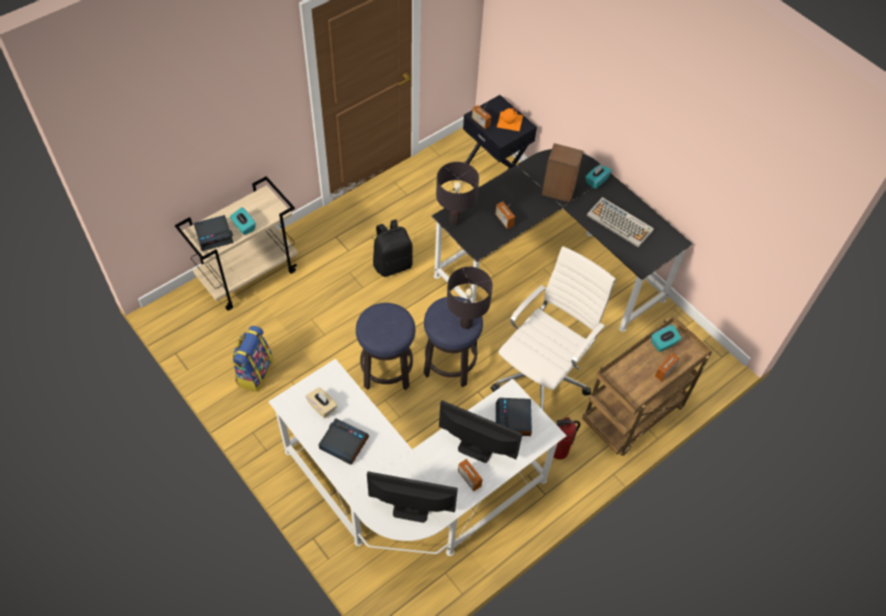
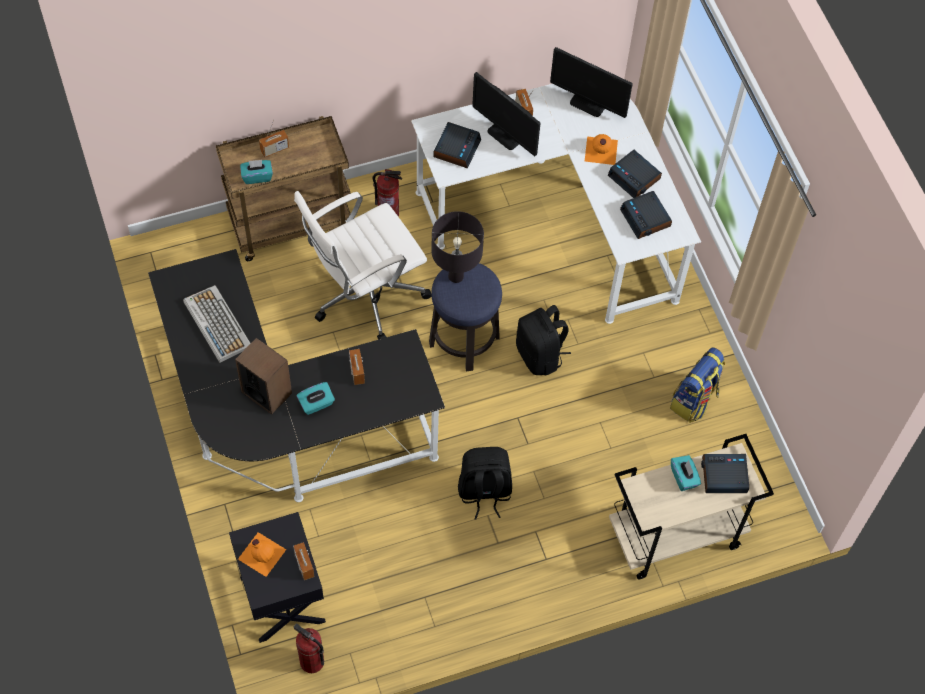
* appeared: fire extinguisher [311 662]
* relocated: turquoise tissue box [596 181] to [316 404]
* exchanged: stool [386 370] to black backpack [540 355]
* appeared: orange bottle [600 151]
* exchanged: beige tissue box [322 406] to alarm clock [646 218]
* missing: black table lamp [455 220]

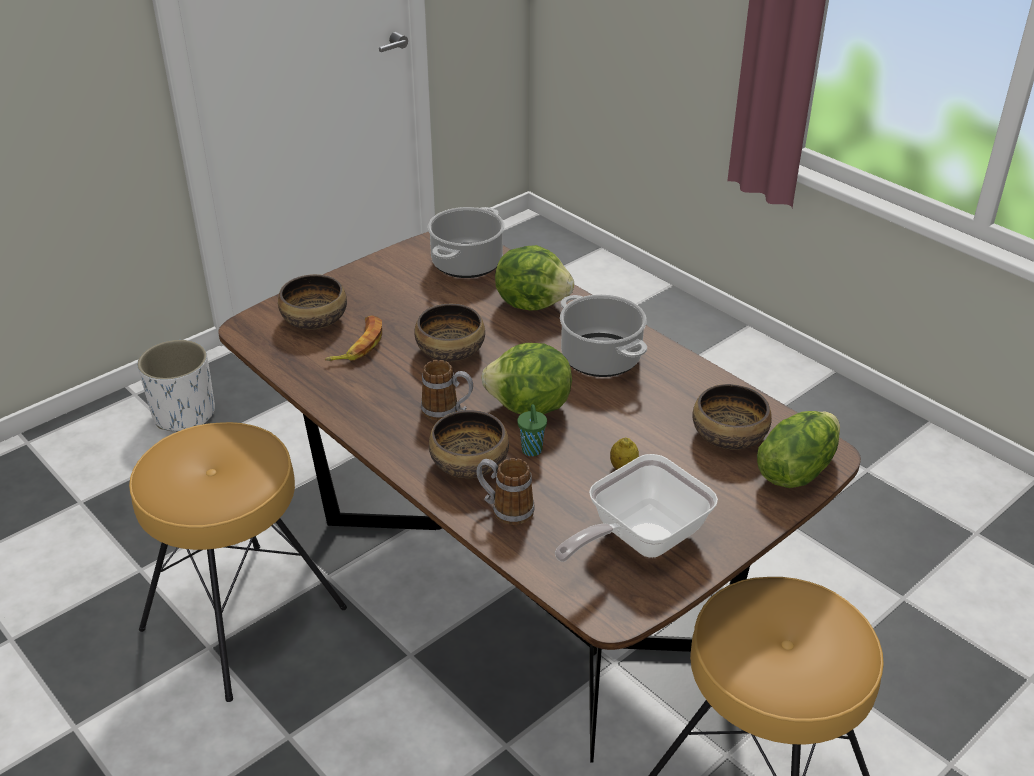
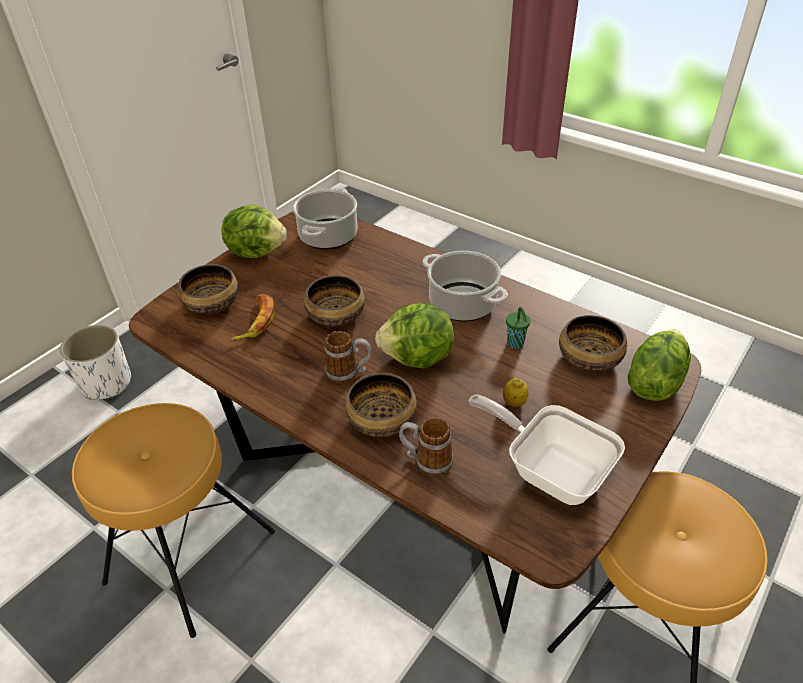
* relocated: lettuce [532 303] to [257 251]
* spun: frying pan [638 539] = [550 470] 90 degrees clockwise
* relocated: green cup [532 451] to [516 344]

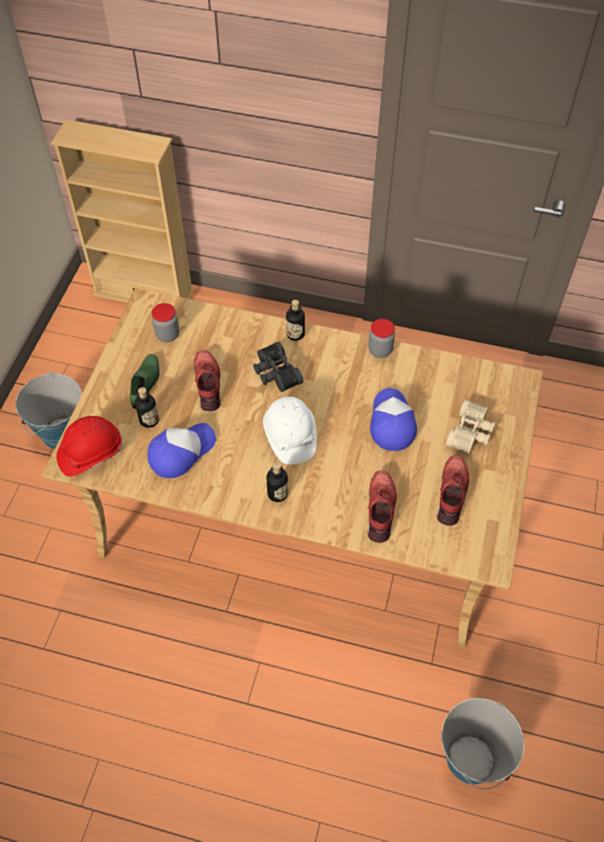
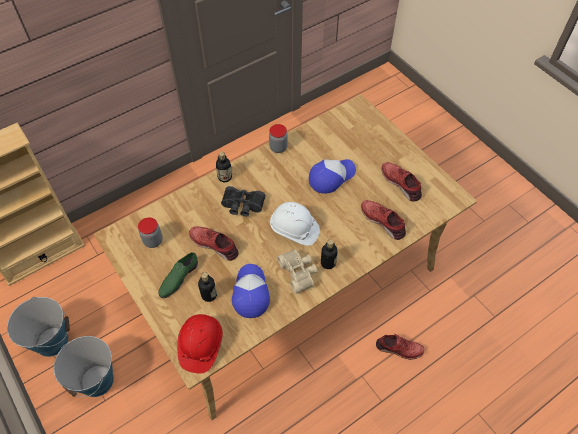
* relocated: bucket [471 758] to [52 341]
* spun: green shoe [146 383] = [178 278] 105 degrees counterclockwise
* relocated: beige binoculars [471 433] to [299 272]
* spun: cap [391 422] = [331 177] 105 degrees clockwise
* appeared: red shoe [399 349]

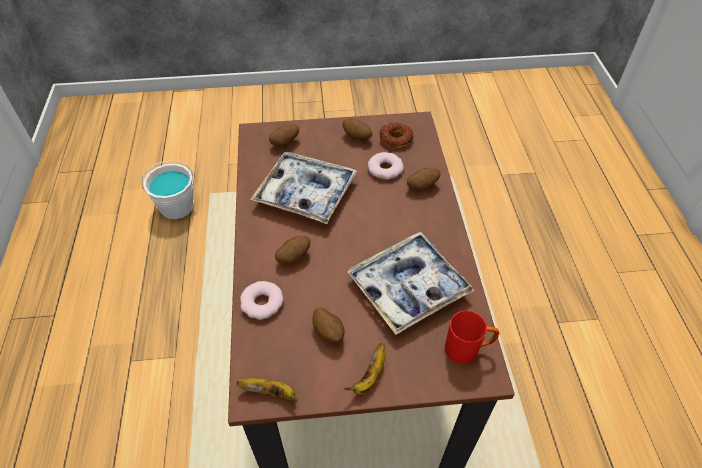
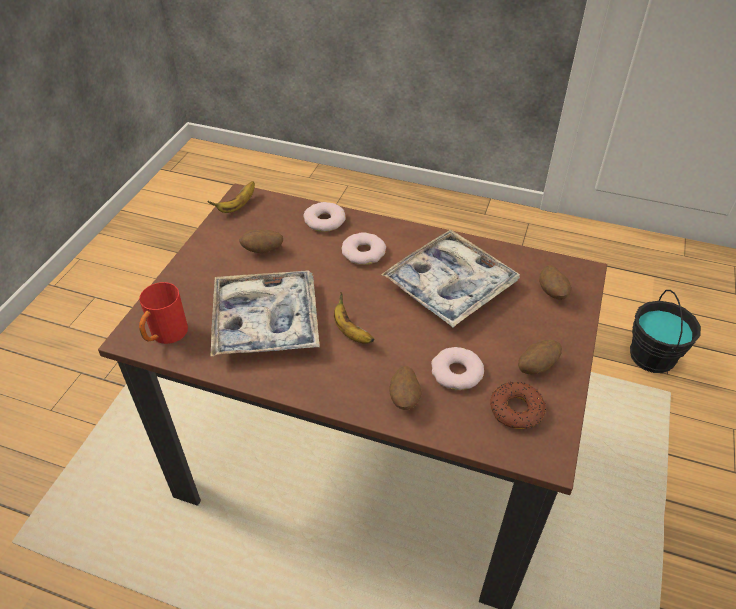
* relocated: banana [369 376] to [350 332]
* exchanged: potato [293 256] to donut [363 252]
* colour: white bucket [177 207] to black bucket [651 356]

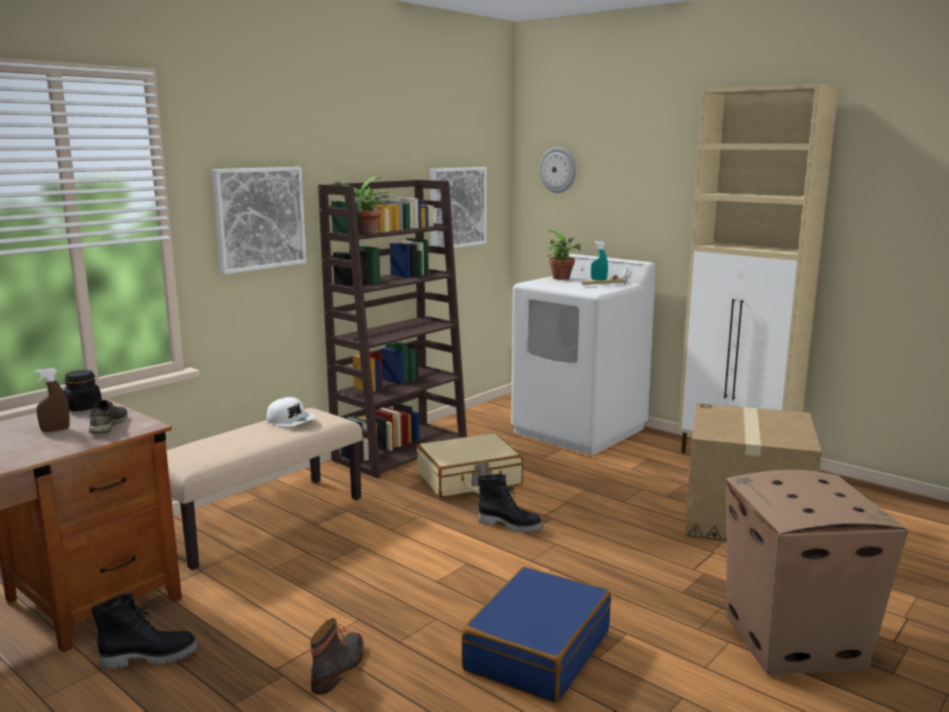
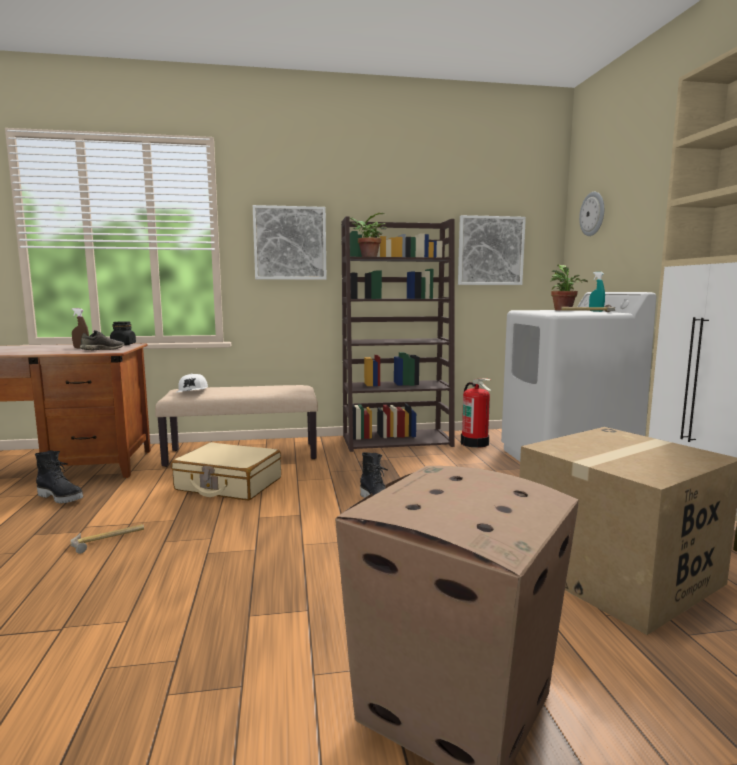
* exchanged: boot [339 667] to hammer [108 540]
* relocated: beige suitcase [469 479] to [228 484]
* relocated: white cap [291 421] to [193 391]
* appeared: fire extinguisher [475 443]
* missing: blue suitcase [537 650]

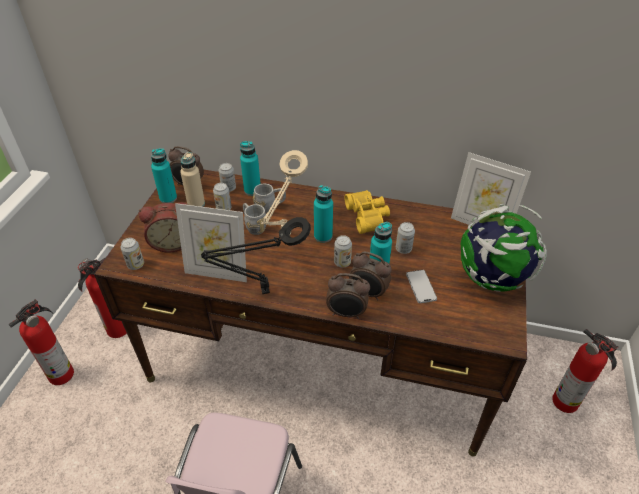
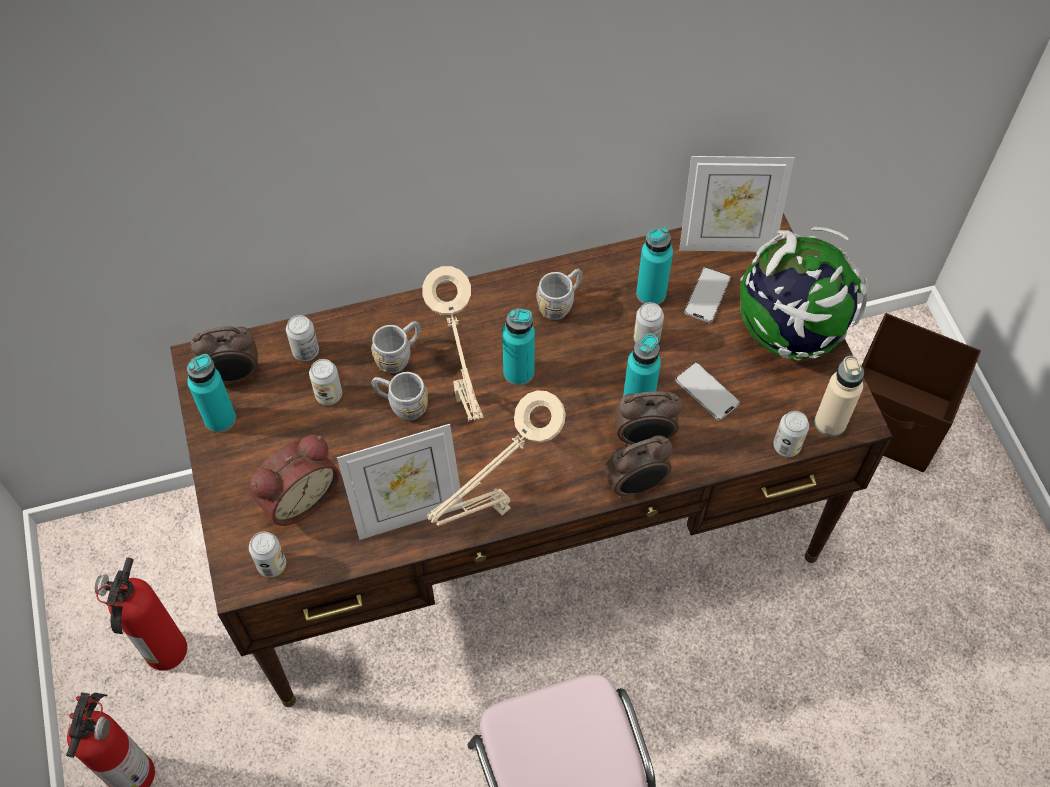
* colour: black table lamp [262 291] to beige table lamp [497 511]
* exchanged: yellow binoculars [368 216] to grey mug [561 303]
* relocated: turquoise bottle [252 190] to [651 293]
* appeared: phone [707 296]
* relocated: can [342 262] to [786 446]
* relocated: beige bottle [196 204] to [830 423]
* exchanged: fire extinguisher [566 403] to brown storage box [893 420]

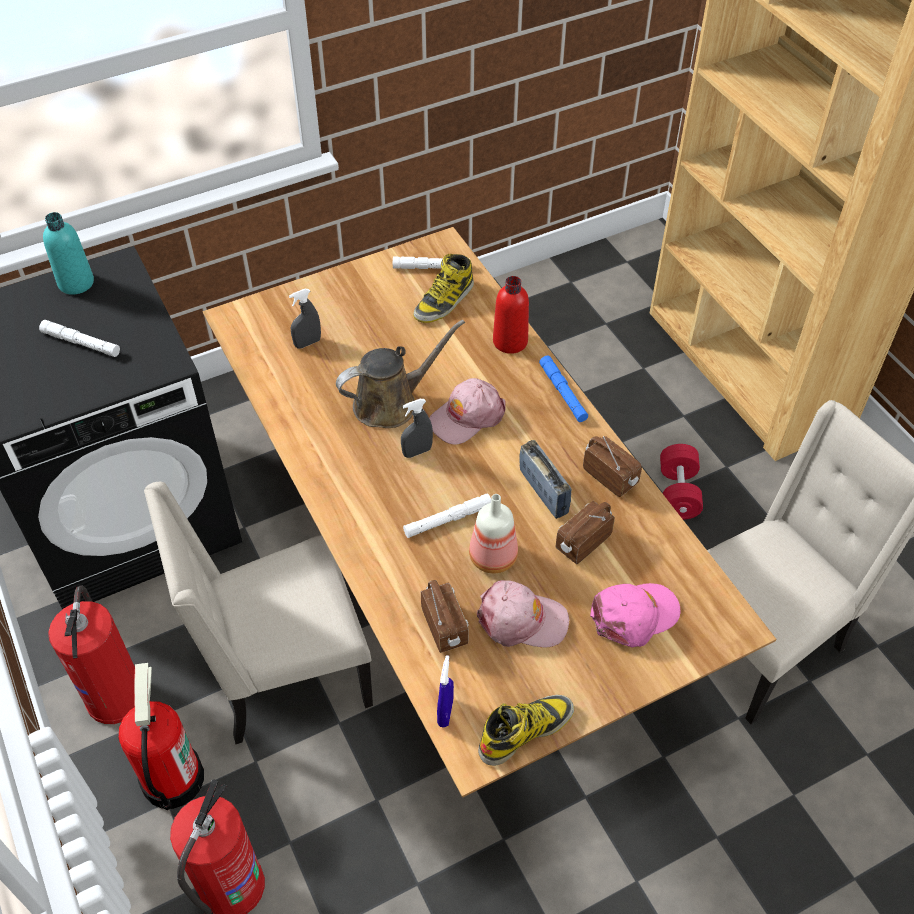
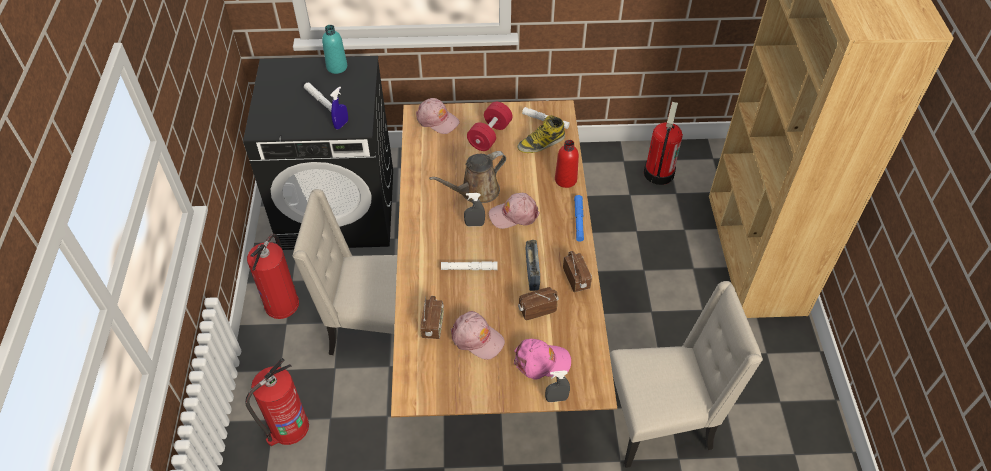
* relocated: blue spray bottle [445 712] to [341 124]
* appeared: pink cap [437 120]
* spun: brown watering can [391 403] = [476 192] 150 degrees clockwise
* relocated: red dumbbell [678 493] to [490 135]
* relocated: grey spray bottle [307 343] to [556 399]
* relocated: fire extinguisher [171 778] to [658 173]
* missing: bottle [493 558]
* missing: boot [525 731]

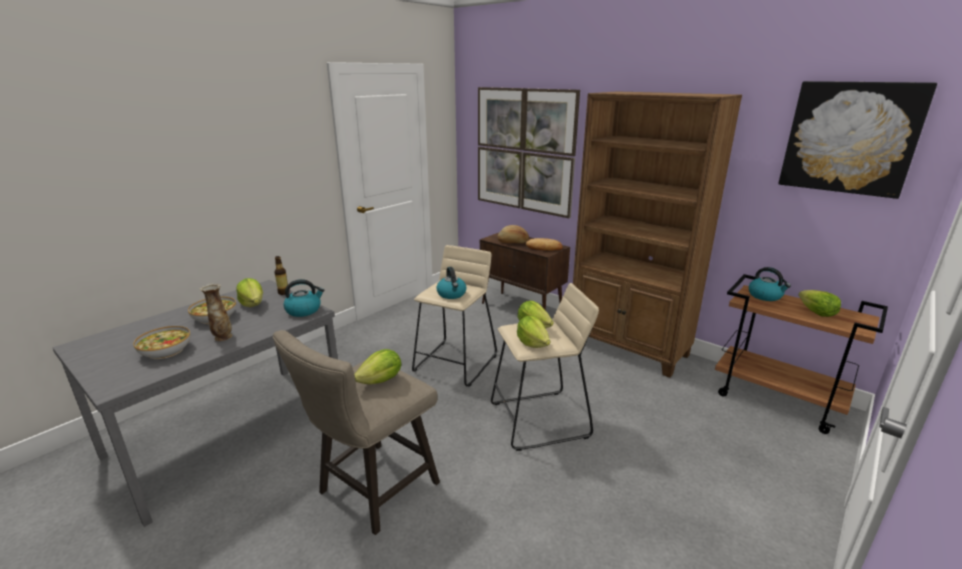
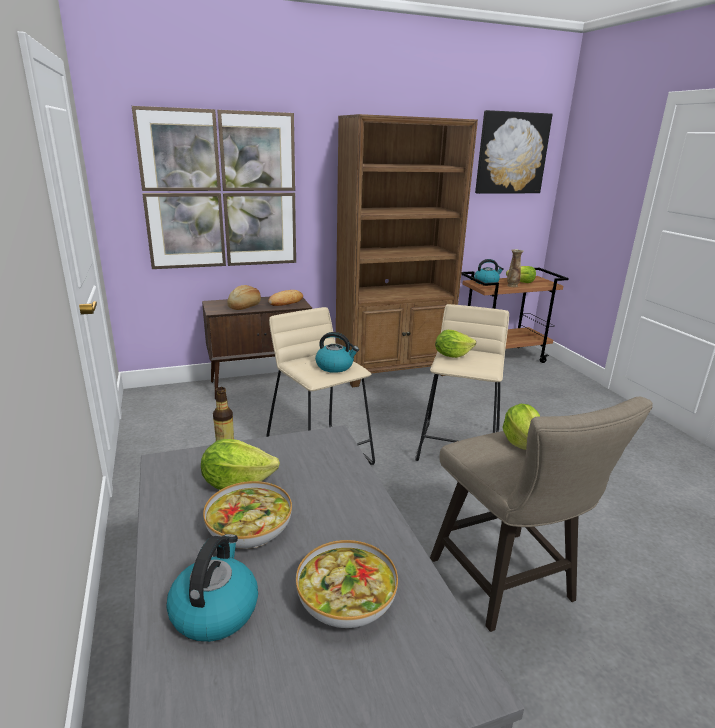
* relocated: kettle [304 310] to [215 609]
* relocated: vase [222 337] to [512 286]
* missing: lettuce [532 343]

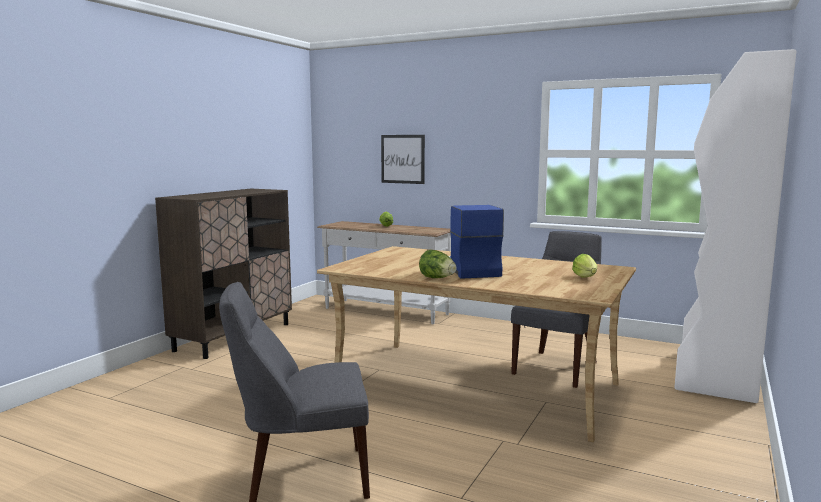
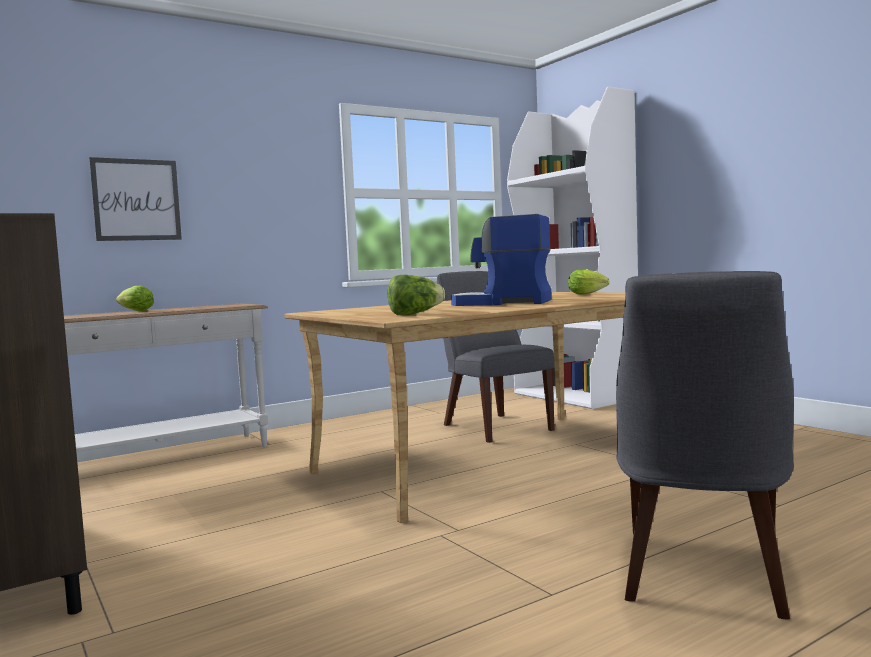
* relocated: lettuce [438 278] to [414 314]

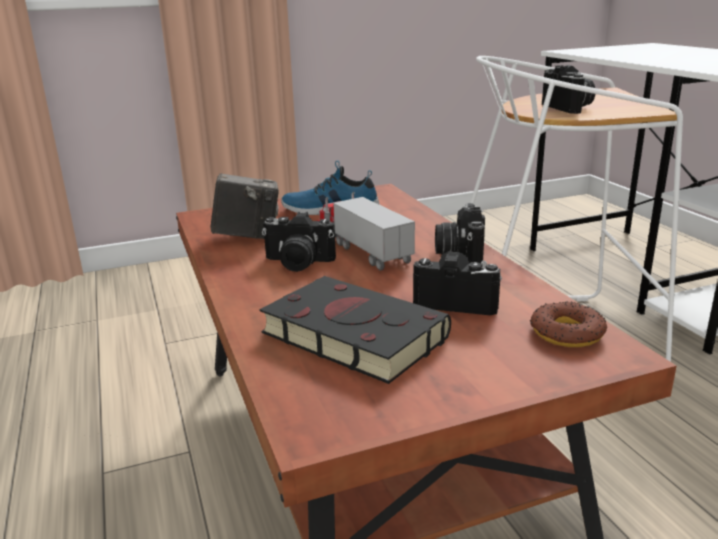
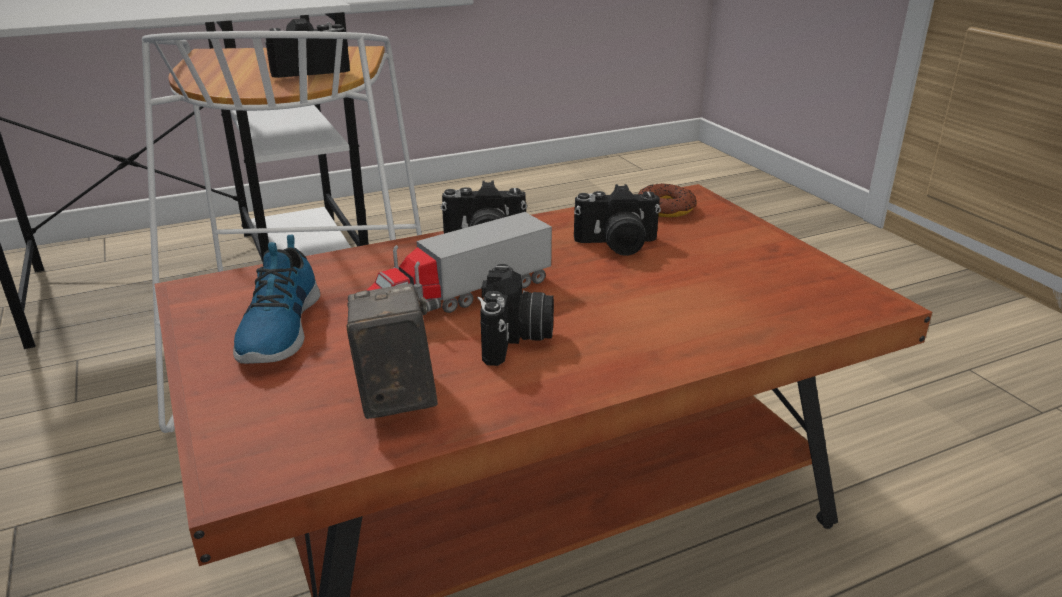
* spun: photo camera [457 302] = [617 245] 105 degrees counterclockwise
* missing: black book [349 334]

